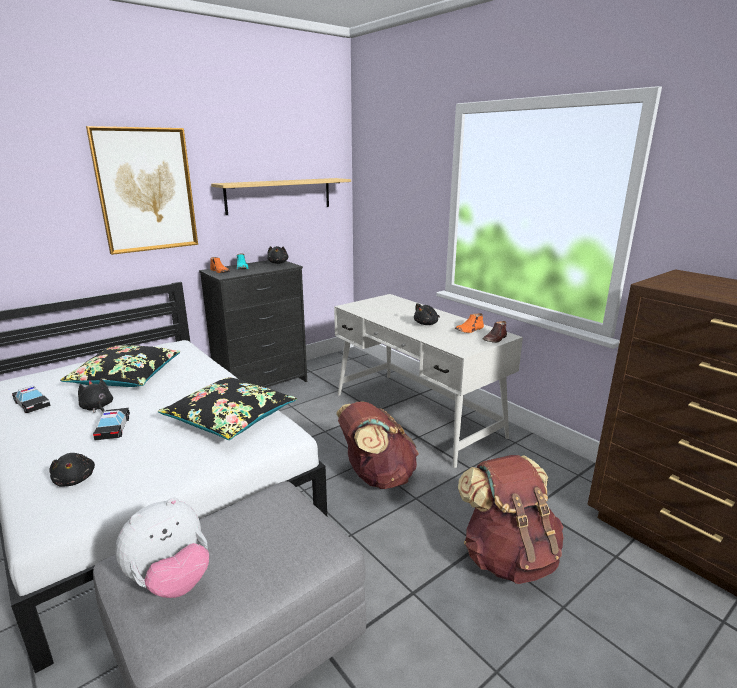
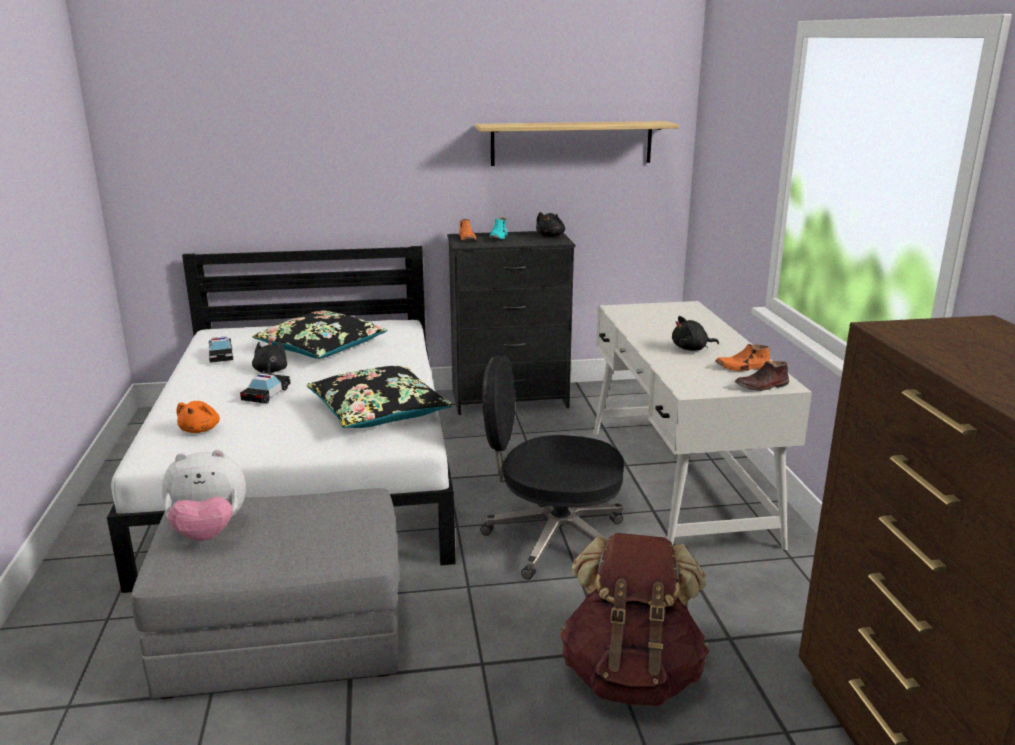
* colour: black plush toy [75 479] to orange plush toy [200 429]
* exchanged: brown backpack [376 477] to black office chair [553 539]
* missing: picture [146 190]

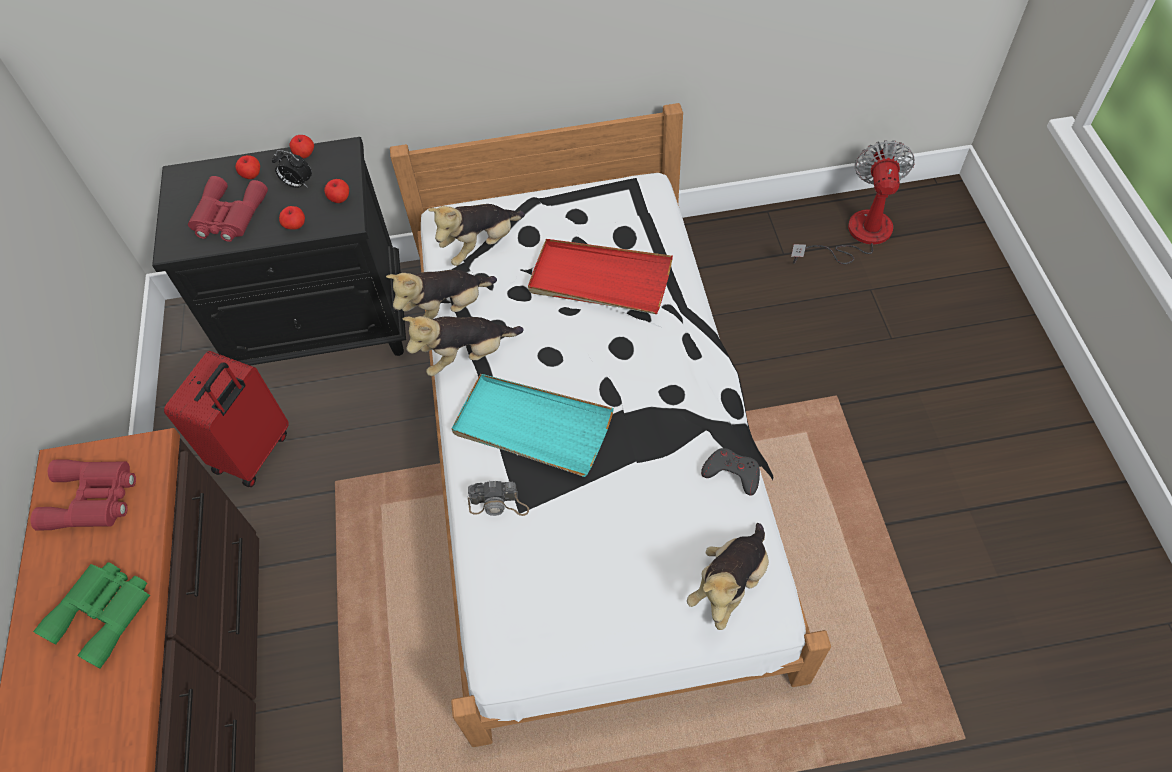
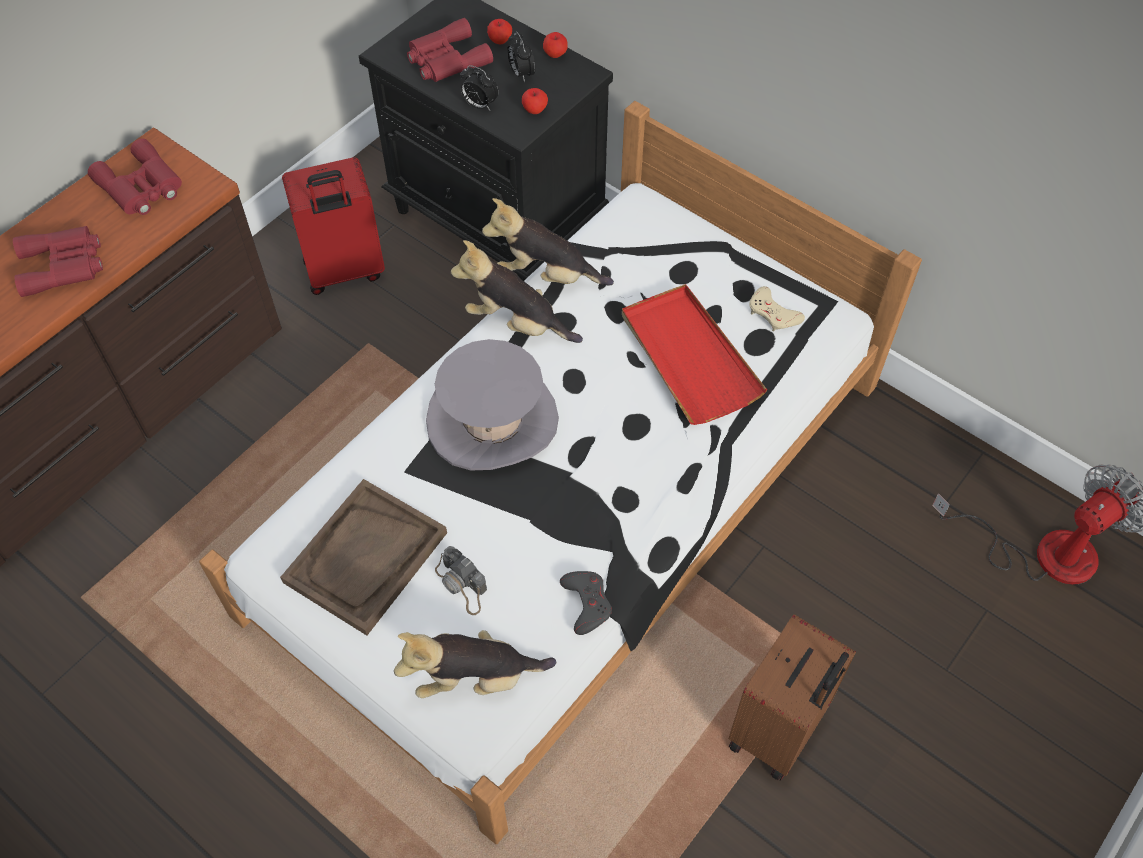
* colour: green binoculars [104 612] to red binoculars [64 265]
* appeared: brown tray [366 558]
* exchanged: turquoise tray [532 427] to grey hat [492 420]
* relocated: photo camera [499 504] to [462 585]
* exchanged: apple [295 226] to alarm clock [479 105]
* appeared: brown suitcase [779 730]
* appeared: beige game controller [773 314]
* missing: plush toy [481 245]

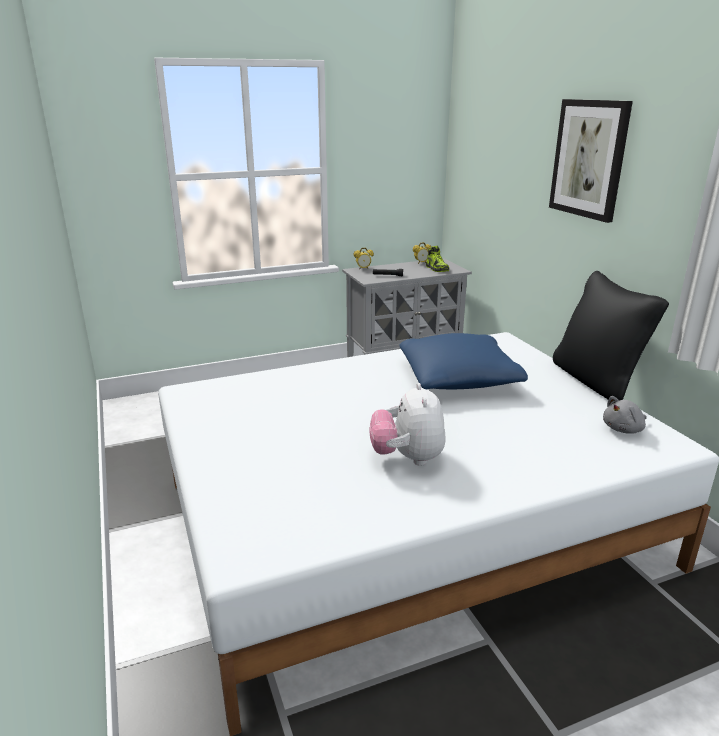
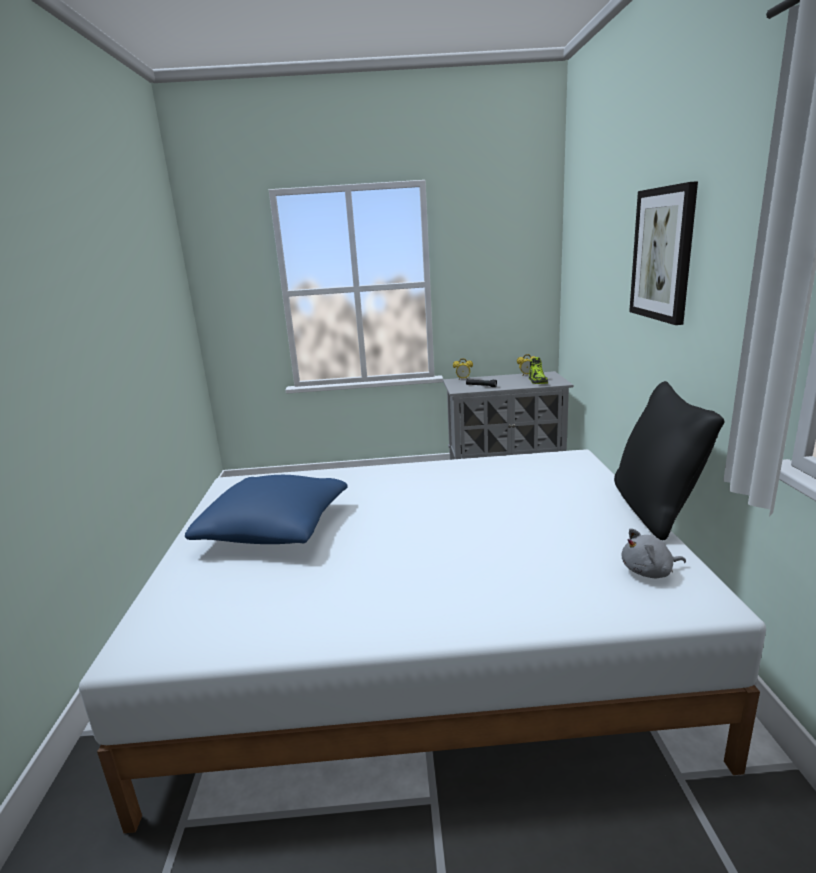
* relocated: blue pillow [458 378] to [275 529]
* missing: plush toy [407 458]

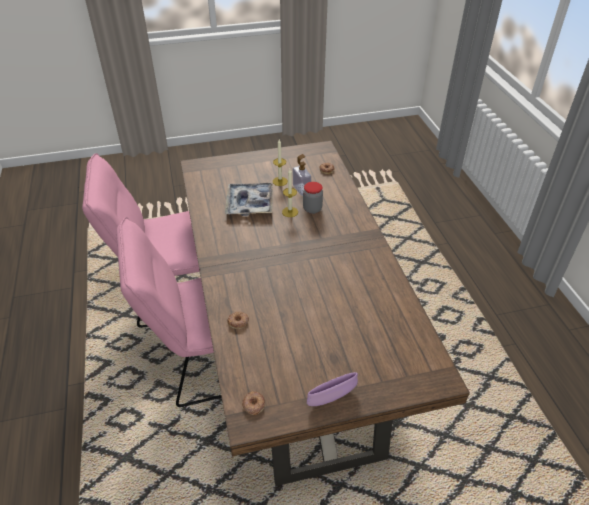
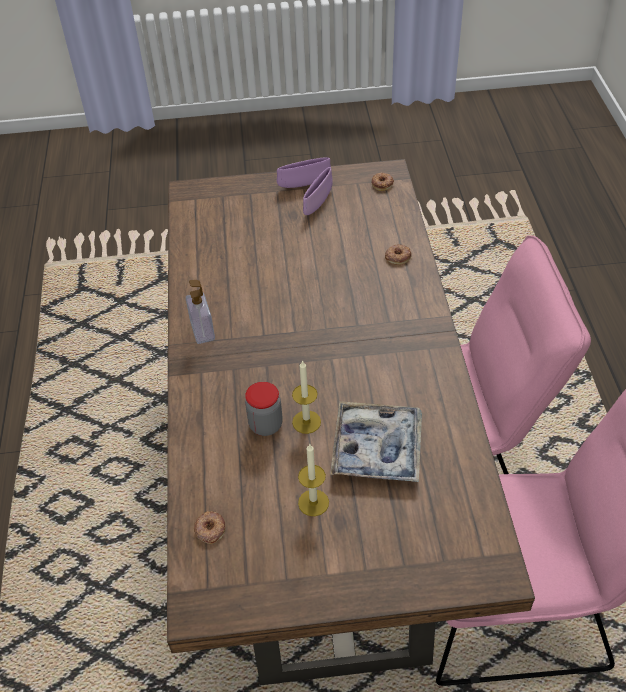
* relocated: soap dispenser [301 189] to [202 330]
* appeared: purple bowl [318 203]

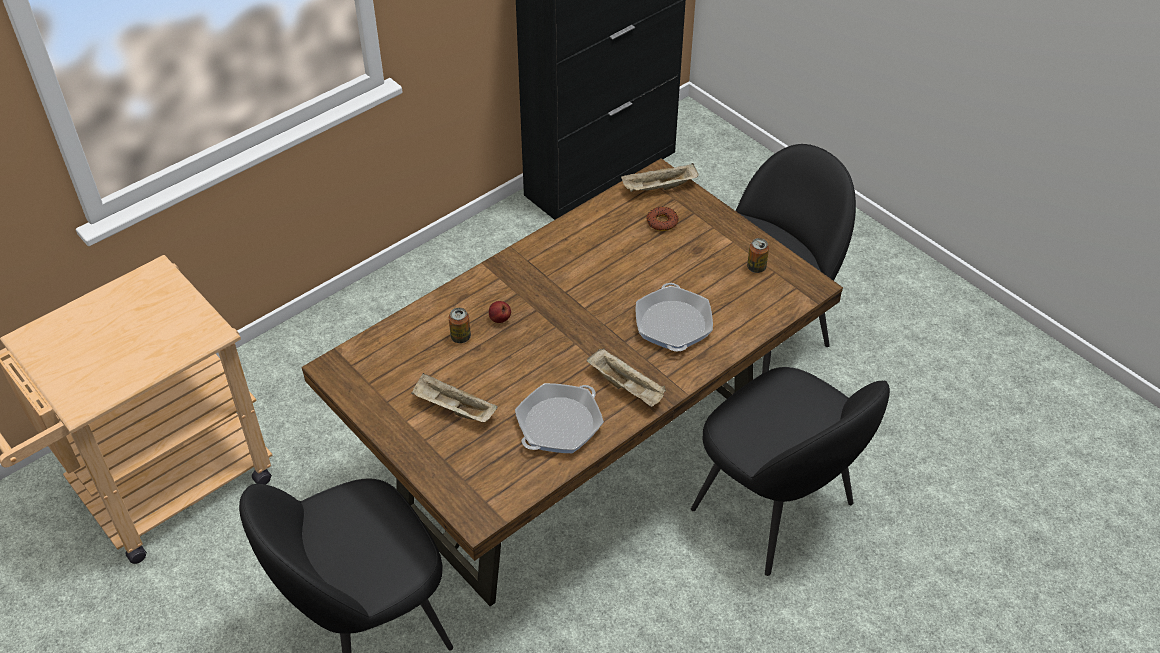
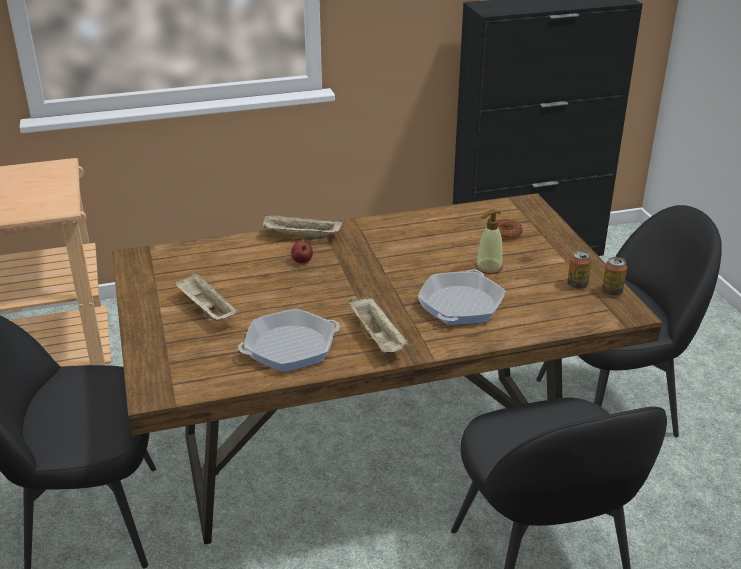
* relocated: beige tray [659 188] to [300 237]
* appeared: soap dispenser [488 267]
* relocated: can [460 337] to [612 292]

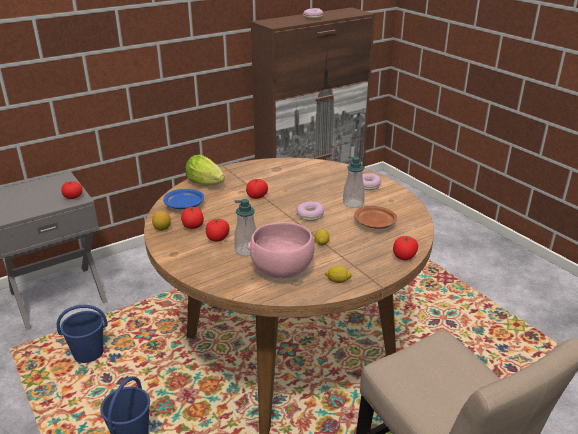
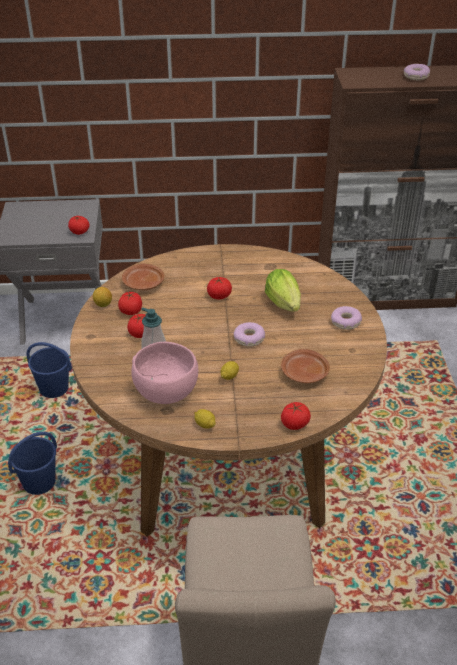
* colour: blue plate [184 205] to brown plate [143 284]
* relocated: lettuce [207 184] to [285 305]
* missing: soap dispenser [353 203]

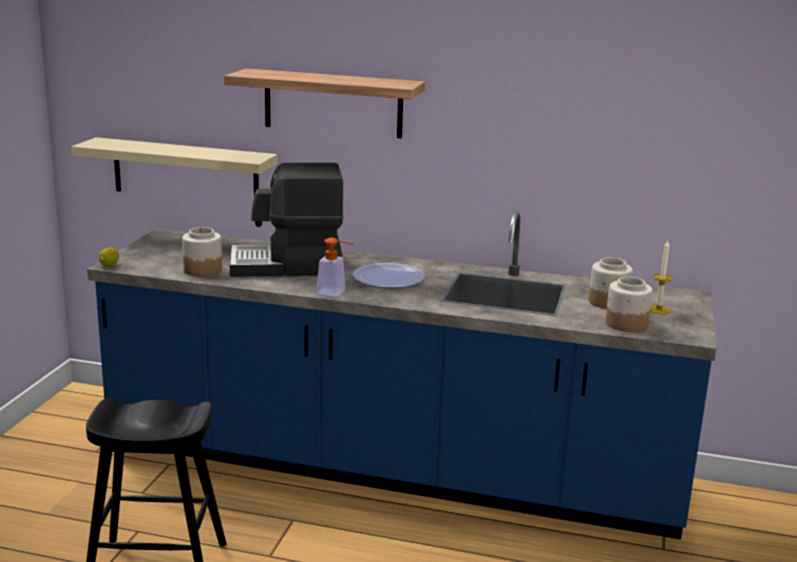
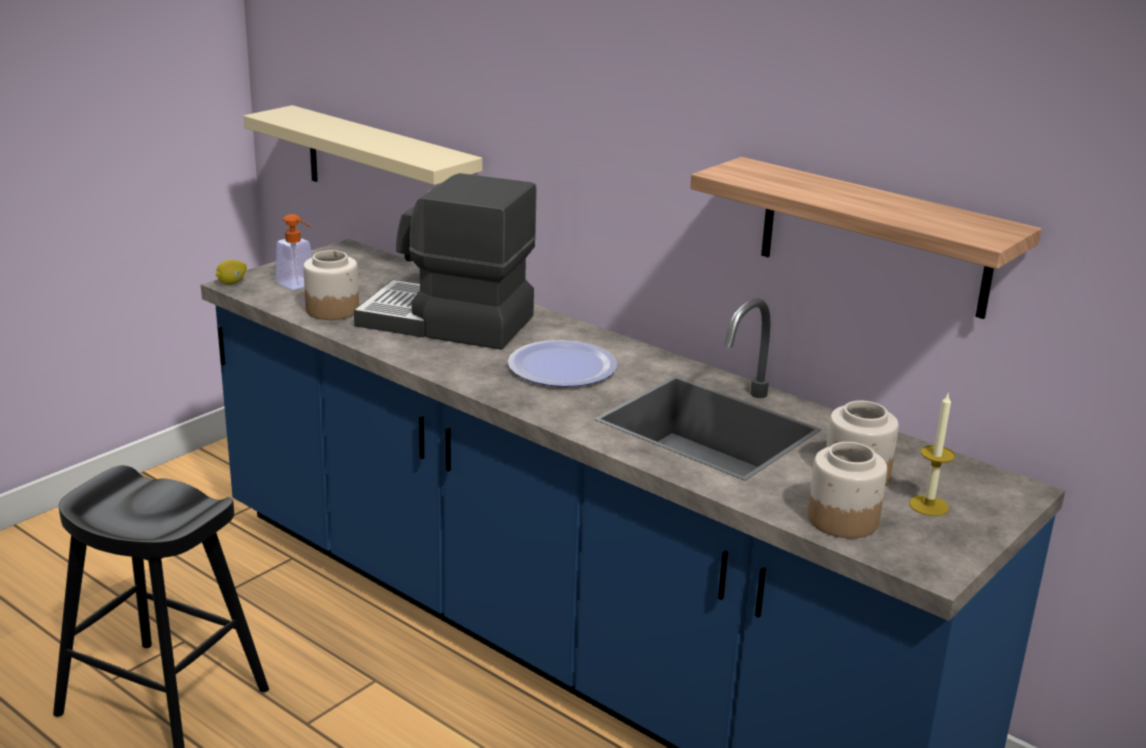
* relocated: soap dispenser [336 293] to [300 286]
* relocated: shelf [333 103] to [874 237]

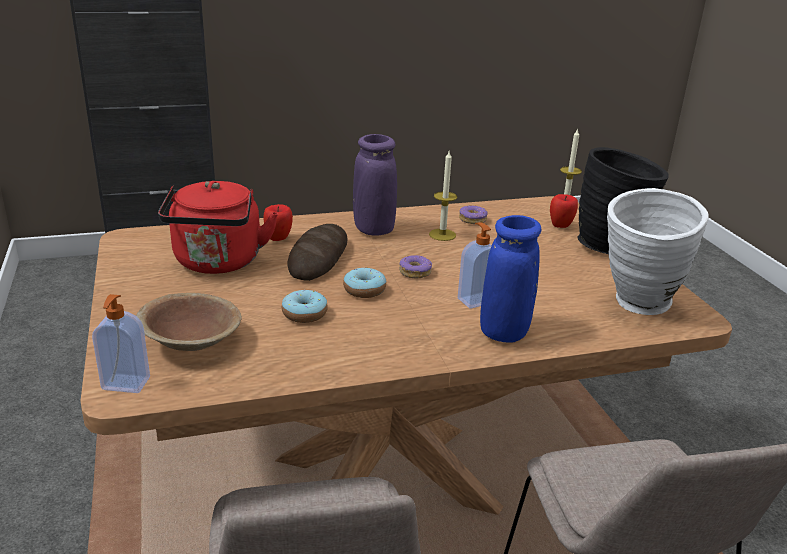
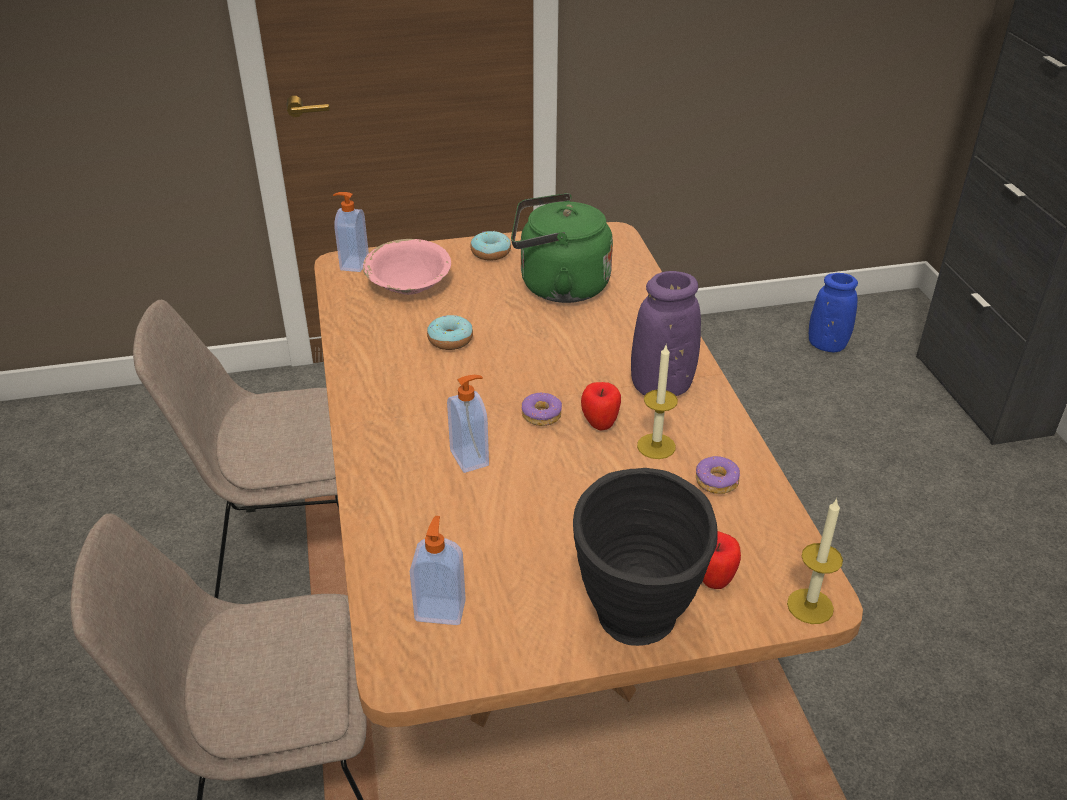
* colour: brown bowl [192 342] to pink bowl [409 285]
* exchanged: white vase [637 307] to soap dispenser [440 609]
* relocated: donut [364 290] to [491 253]
* colour: red kettle [218 263] to green kettle [558 286]
* relocated: apple [278 239] to [600 425]
* relocated: blue vase [504 332] to [827 345]
* missing: bread [318 257]

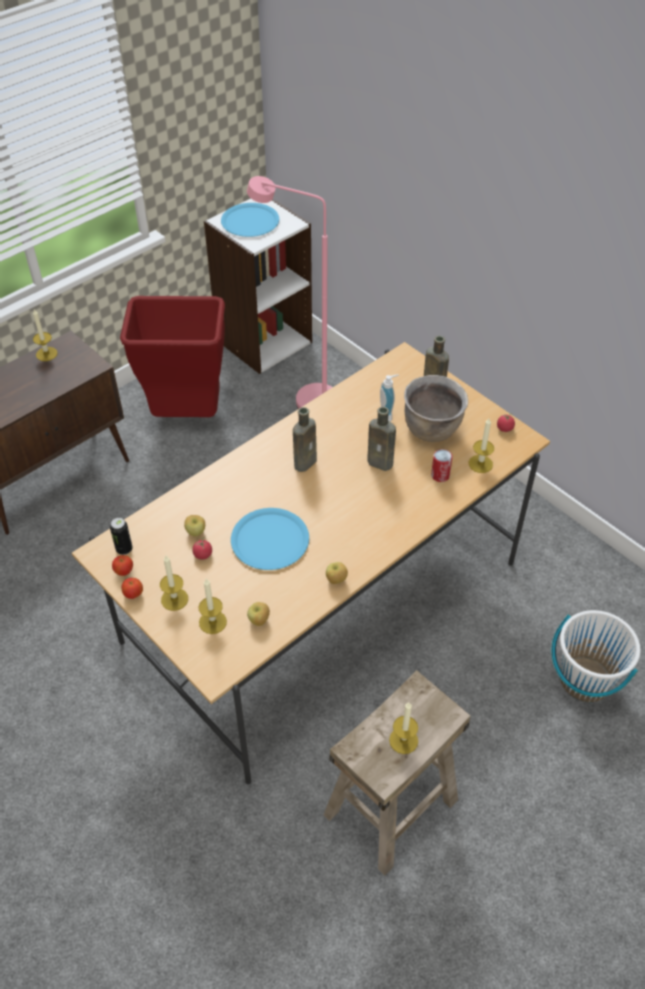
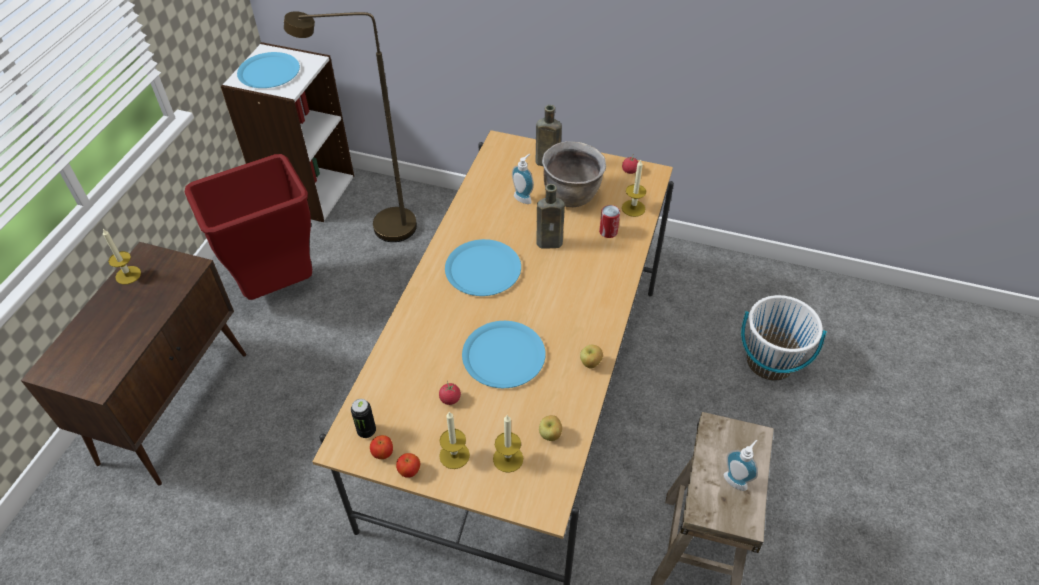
* colour: pink floor lamp [305 400] to brown floor lamp [382 229]
* exchanged: brown bottle [306 461] to blue plate [483 269]
* exchanged: candle [403 740] to soap dispenser [737 479]
* missing: apple [196 532]

